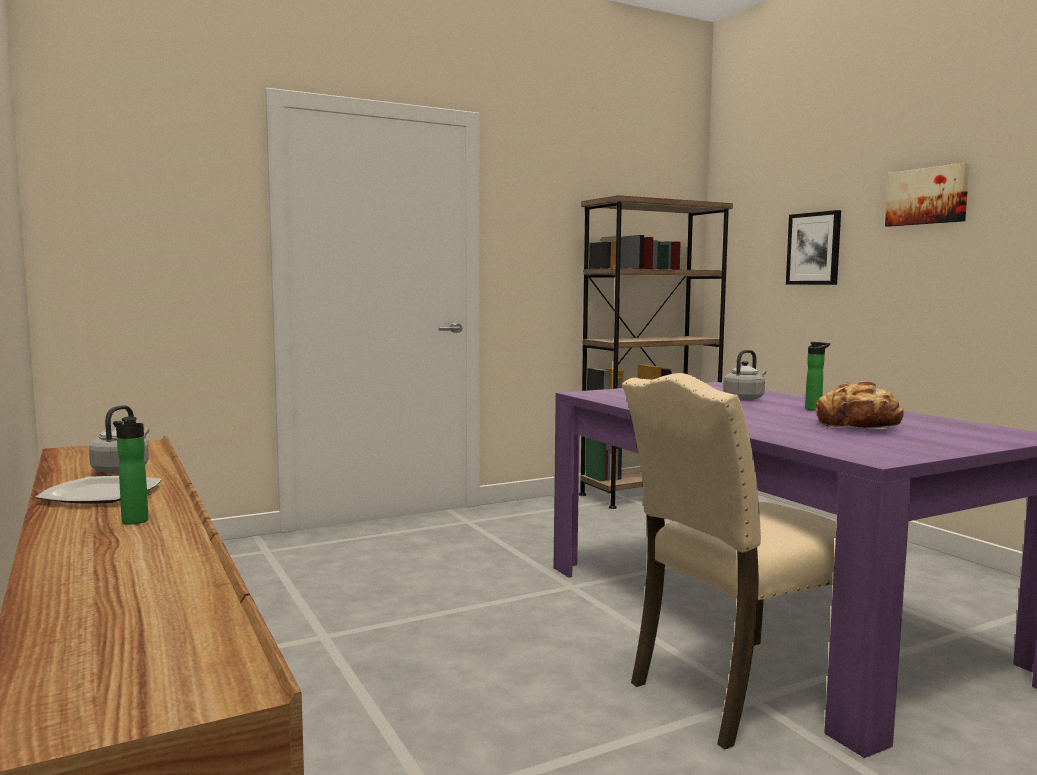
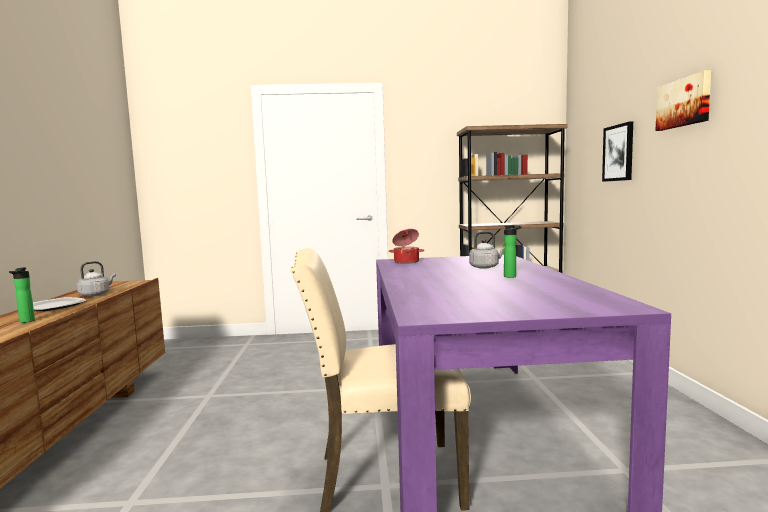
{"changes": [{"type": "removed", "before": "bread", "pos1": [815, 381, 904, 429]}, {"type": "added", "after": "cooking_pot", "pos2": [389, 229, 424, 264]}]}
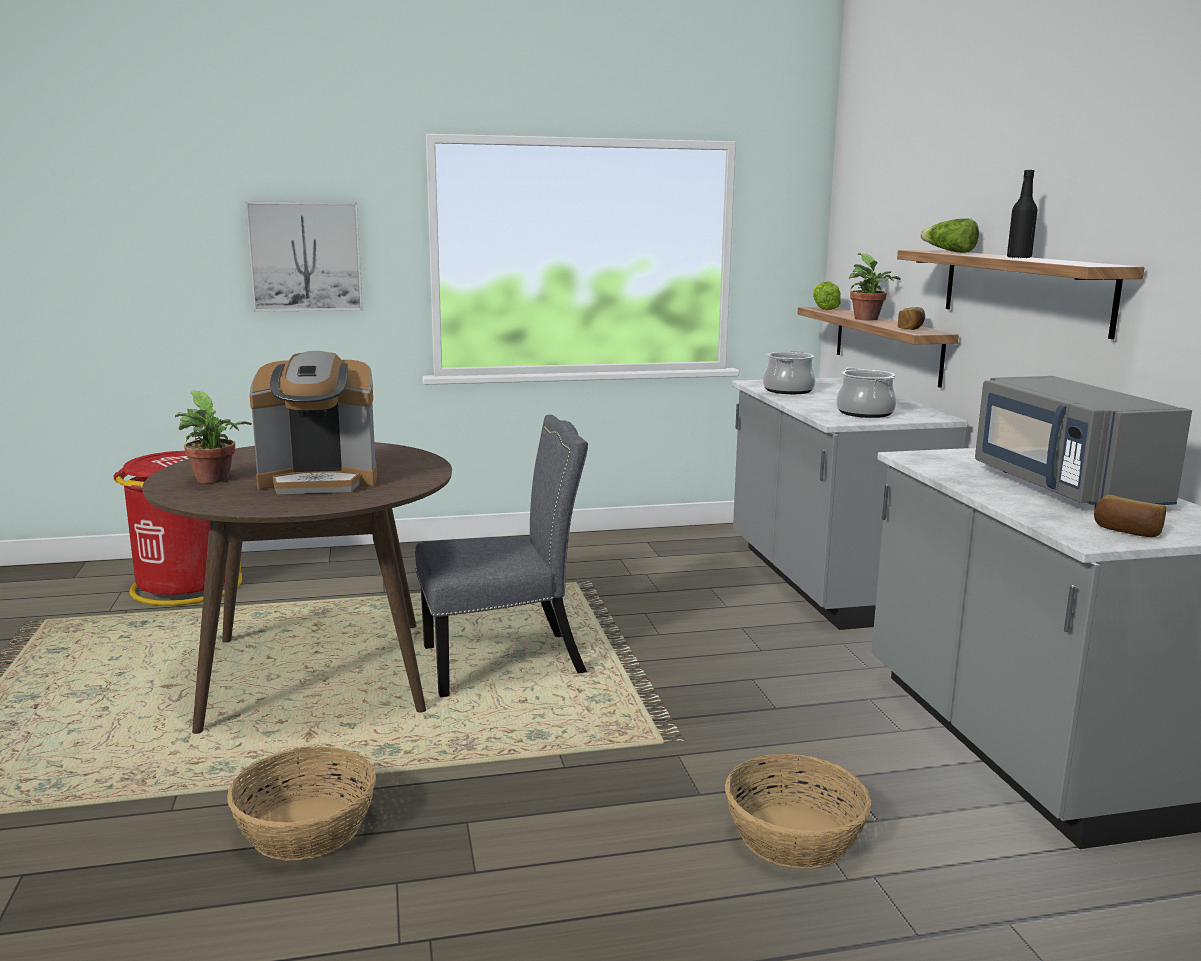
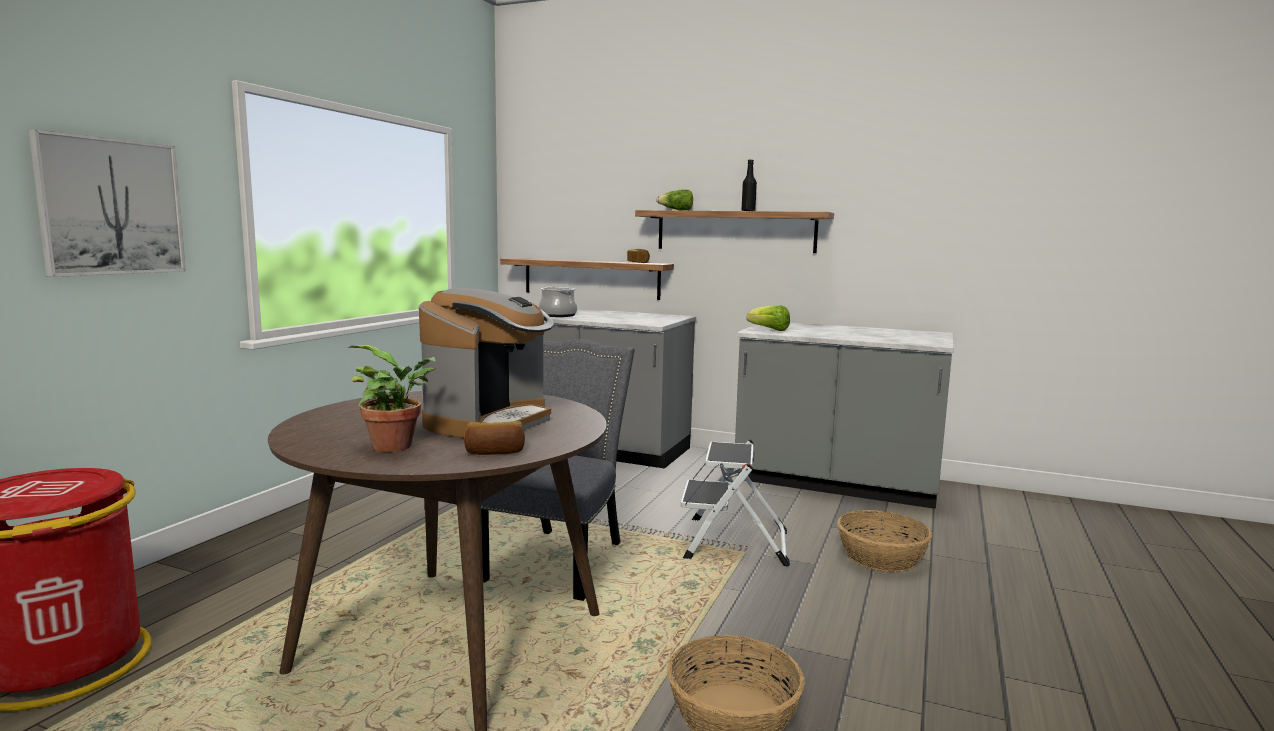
{"changes": [{"type": "moved", "before": "lettuce", "pos1": [813, 281, 841, 310], "pos2": [747, 305, 790, 331]}, {"type": "removed", "before": "cooking_pot", "pos1": [836, 368, 896, 418]}, {"type": "removed", "before": "potted_plant", "pos1": [849, 253, 901, 320]}, {"type": "removed", "before": "grey_microwave", "pos1": [975, 376, 1192, 509]}, {"type": "moved", "before": "bread", "pos1": [1094, 495, 1166, 537], "pos2": [464, 421, 525, 455]}, {"type": "added", "after": "step_ladder", "pos2": [681, 439, 790, 566]}]}
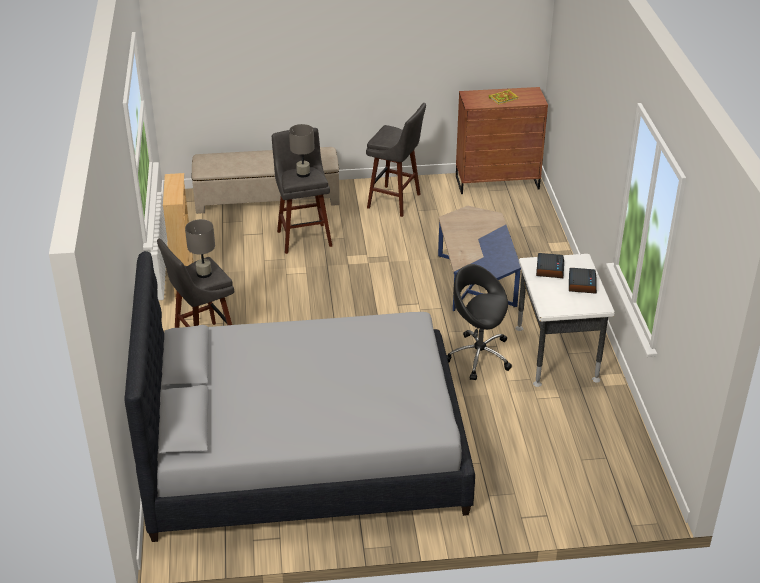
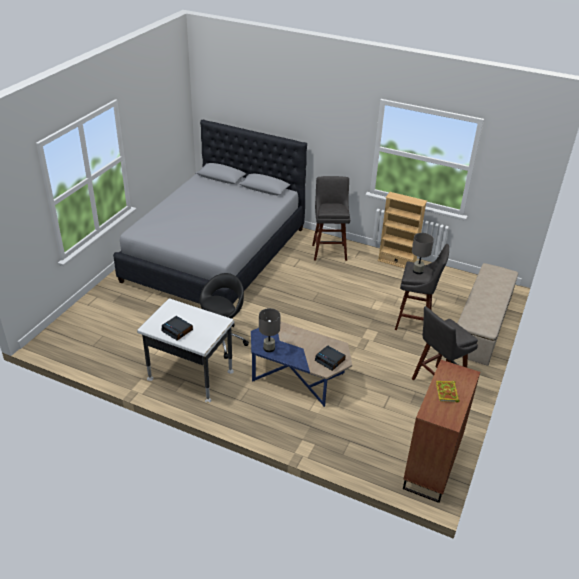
{"changes": [{"type": "moved", "before": "grey_table_lamp", "pos1": [185, 219, 215, 278], "pos2": [259, 308, 281, 352]}, {"type": "moved", "before": "alarm_clock", "pos1": [536, 253, 564, 278], "pos2": [315, 345, 346, 371]}]}
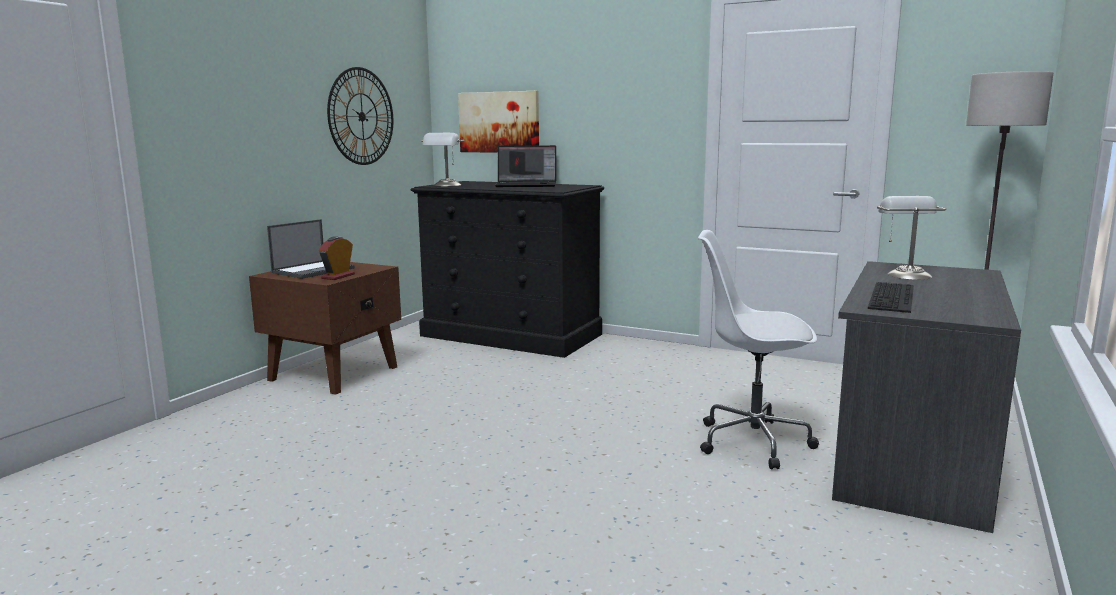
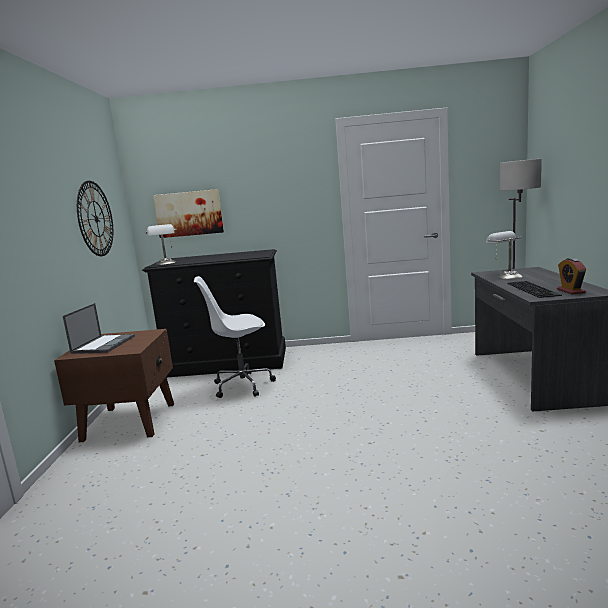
{"changes": [{"type": "moved", "before": "alarm_clock", "pos1": [319, 236, 355, 280], "pos2": [557, 258, 586, 294]}, {"type": "removed", "before": "laptop", "pos1": [495, 145, 556, 187]}, {"type": "moved", "before": "white_office_chair", "pos1": [698, 230, 819, 469], "pos2": [194, 276, 276, 398]}]}
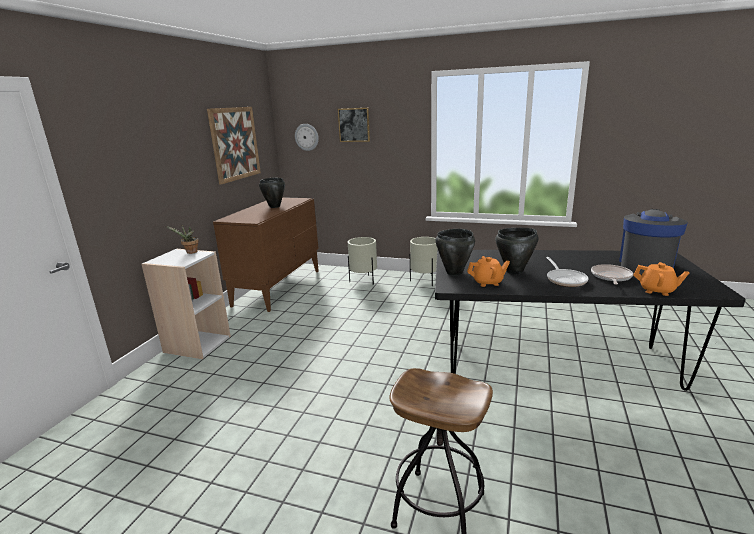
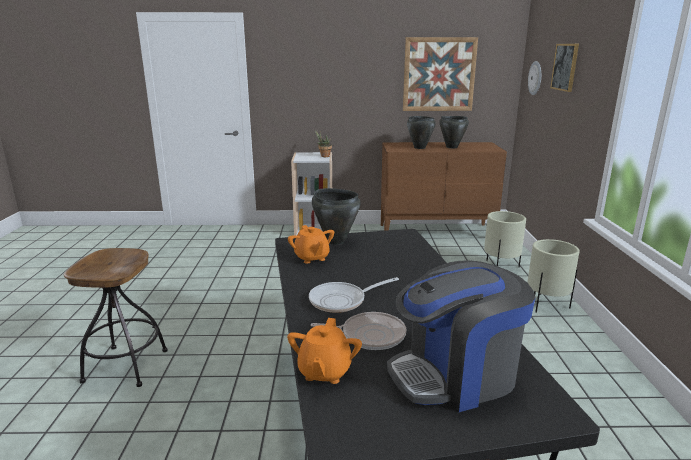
{"changes": [{"type": "moved", "before": "black_cooking_pot", "pos1": [495, 228, 539, 274], "pos2": [407, 116, 436, 149]}, {"type": "turned", "before": "coffee_machine", "pos1": [619, 209, 688, 275], "pos2": [387, 260, 535, 412], "turn": 150}]}
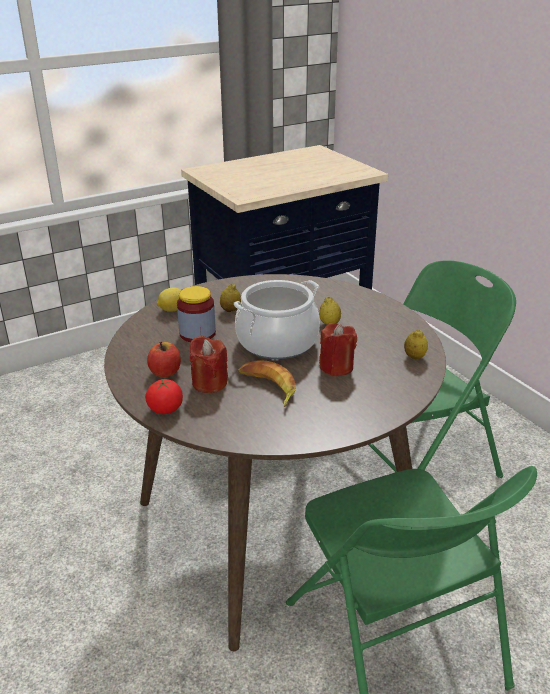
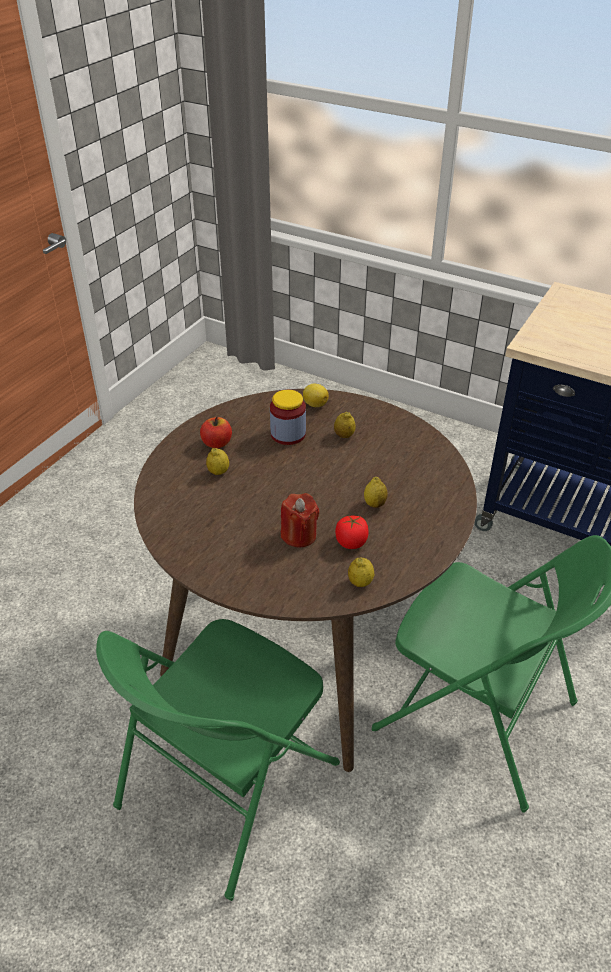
{"changes": [{"type": "moved", "before": "tomato", "pos1": [145, 379, 183, 414], "pos2": [335, 515, 369, 549]}, {"type": "replaced", "before": "red_candle", "after": "lemon", "pos1": [190, 335, 228, 393], "pos2": [206, 448, 229, 475]}, {"type": "removed", "before": "cooking_pot", "pos1": [234, 280, 320, 359]}, {"type": "removed", "before": "banana", "pos1": [238, 360, 296, 407]}]}
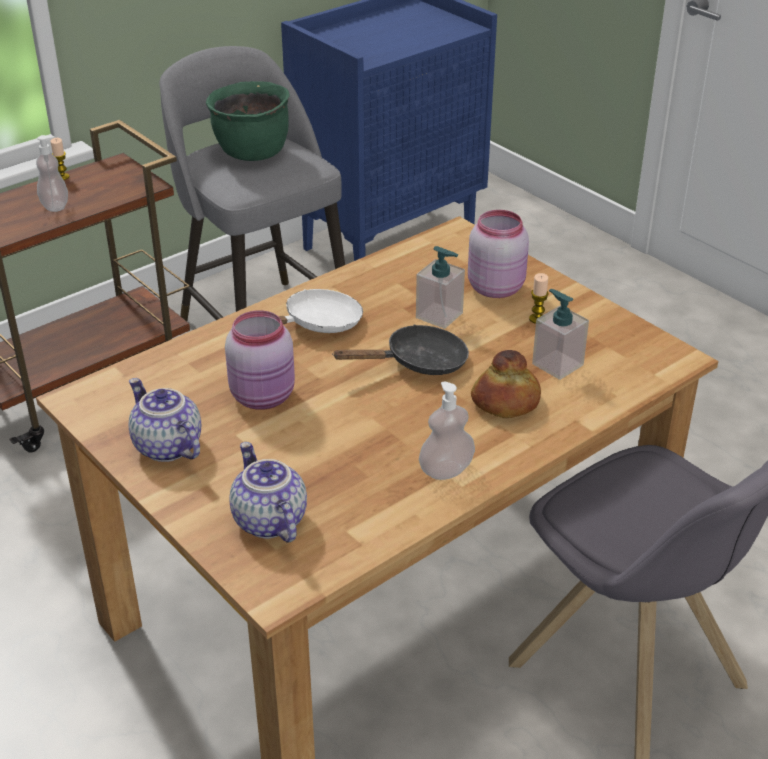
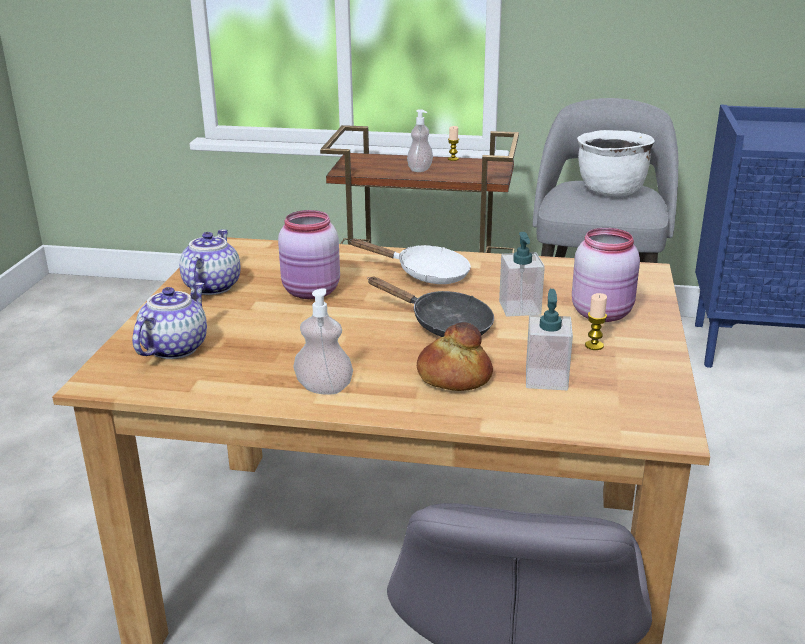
{"changes": [{"type": "recoloured", "before": "green_cooking_pot", "after": "white_cooking_pot", "pos1": [206, 81, 290, 161], "pos2": [577, 130, 654, 196]}]}
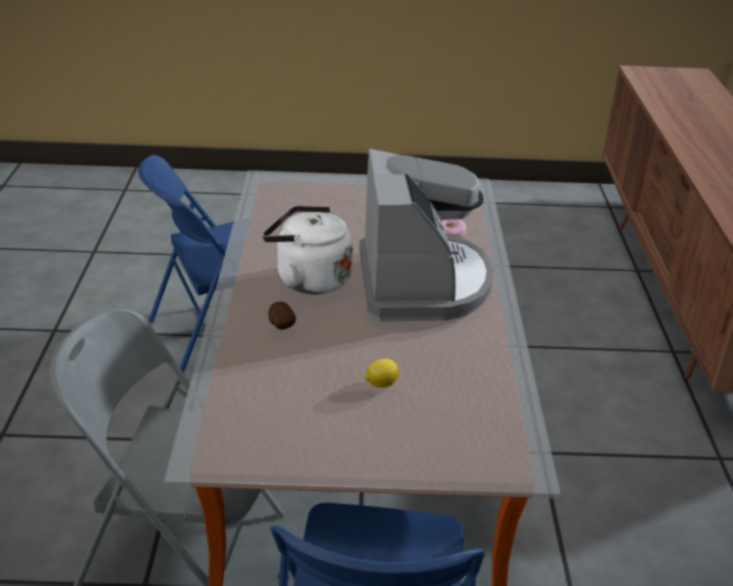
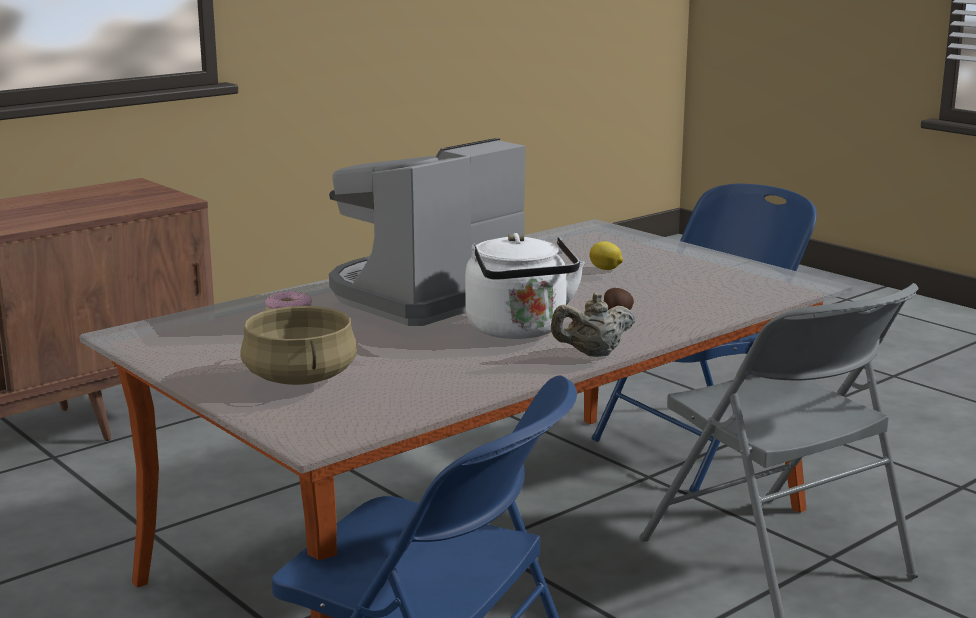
{"changes": [{"type": "added", "after": "beige_cooking_pot", "pos2": [240, 306, 357, 385]}, {"type": "added", "after": "beige_teapot", "pos2": [551, 293, 635, 357]}]}
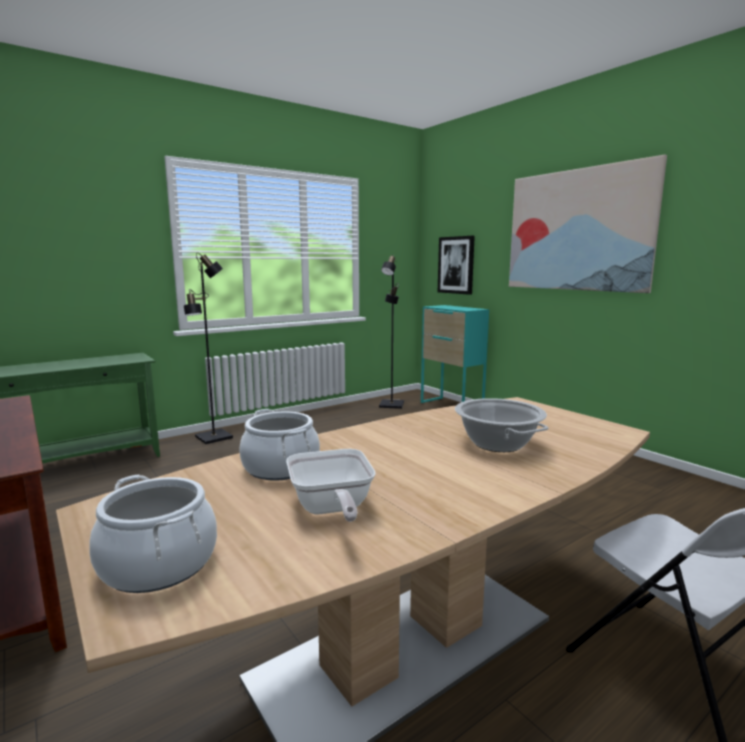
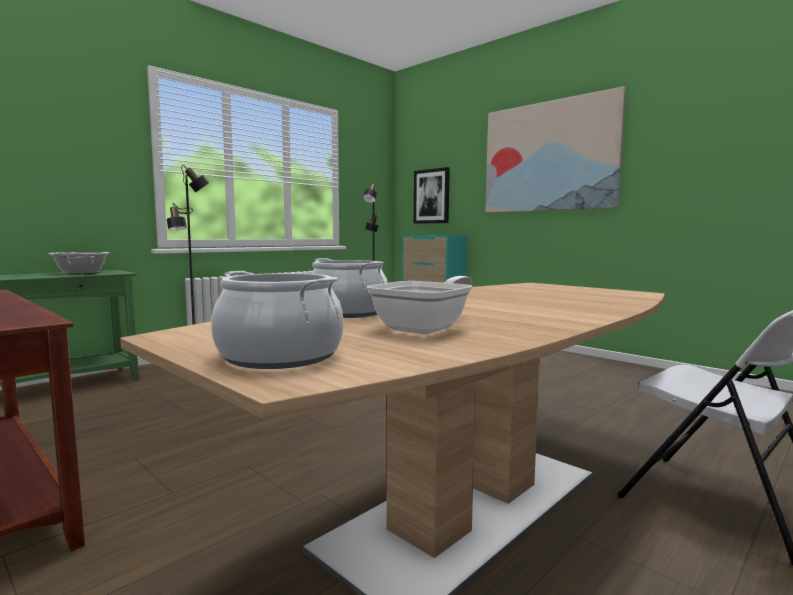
{"changes": [{"type": "turned", "before": "frying_pan", "pos1": [286, 449, 376, 522], "pos2": [367, 276, 472, 335], "turn": -120}, {"type": "moved", "before": "cooking_pot", "pos1": [455, 398, 549, 452], "pos2": [49, 252, 110, 274]}]}
